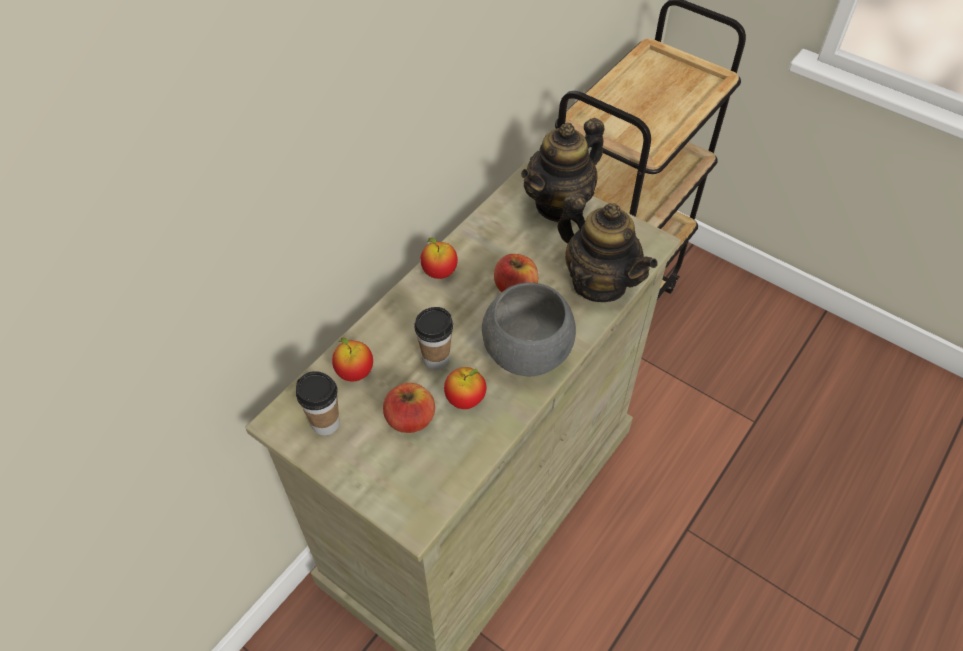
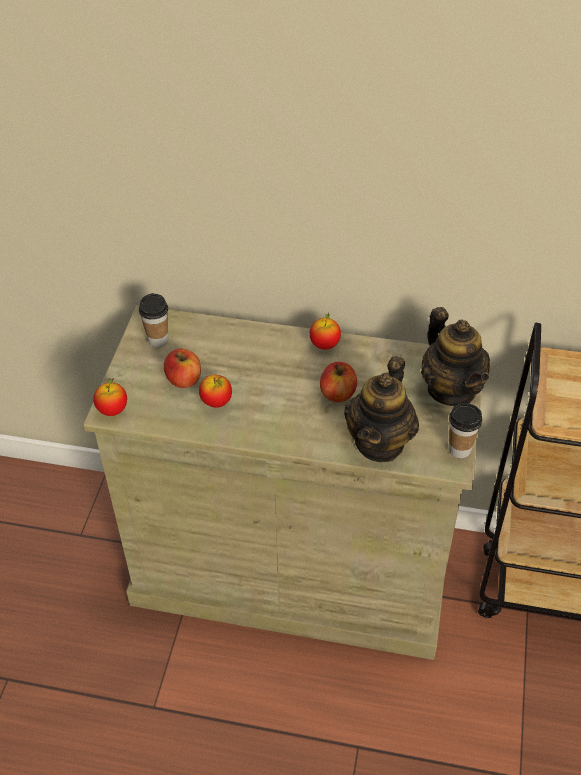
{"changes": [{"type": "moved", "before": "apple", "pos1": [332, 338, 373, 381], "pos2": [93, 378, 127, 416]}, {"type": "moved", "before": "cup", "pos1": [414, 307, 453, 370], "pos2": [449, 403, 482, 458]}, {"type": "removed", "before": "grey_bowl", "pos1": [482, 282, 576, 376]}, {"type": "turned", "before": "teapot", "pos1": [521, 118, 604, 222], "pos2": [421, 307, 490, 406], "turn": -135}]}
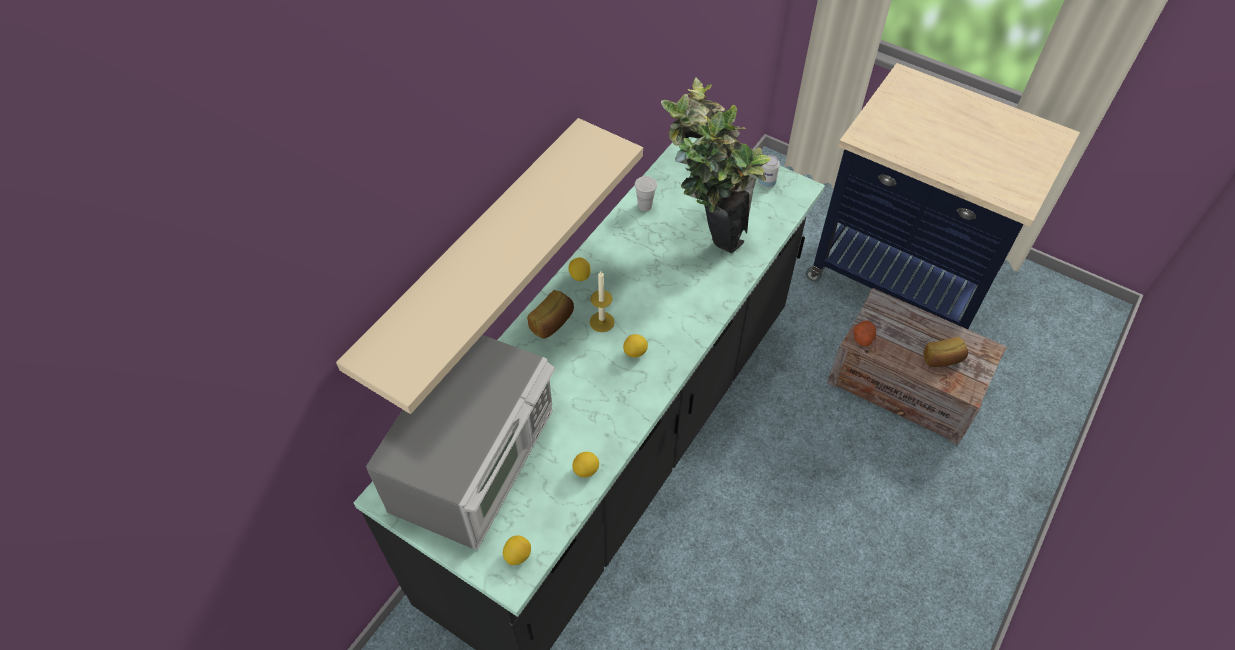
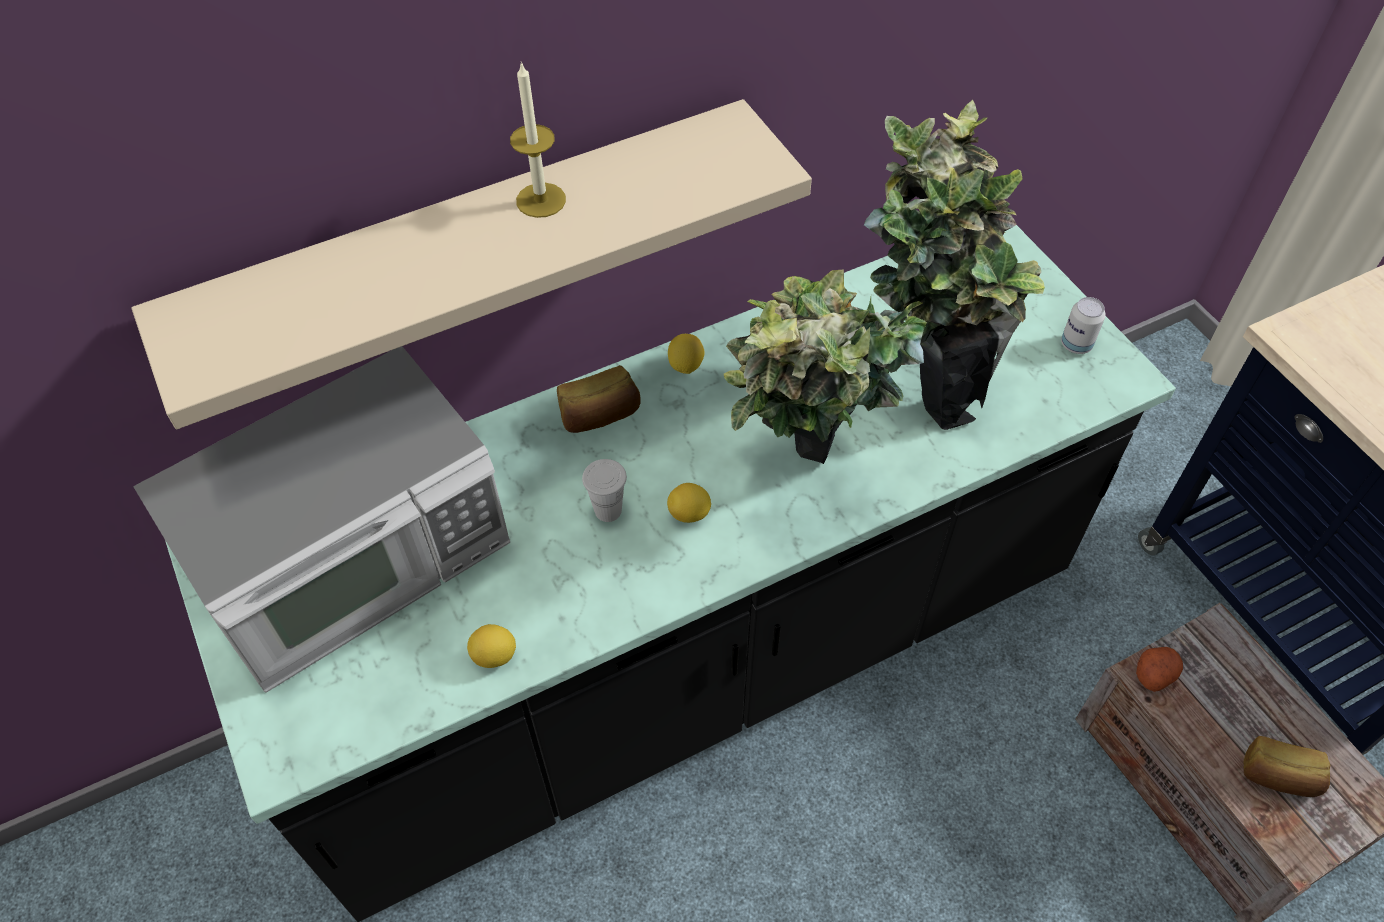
{"changes": [{"type": "removed", "before": "lemon", "pos1": [503, 535, 531, 565]}, {"type": "moved", "before": "candle", "pos1": [590, 271, 615, 332], "pos2": [510, 62, 566, 218]}, {"type": "moved", "before": "white_cup", "pos1": [634, 176, 657, 211], "pos2": [582, 459, 627, 522]}, {"type": "added", "after": "potted_plant", "pos2": [724, 269, 927, 464]}]}
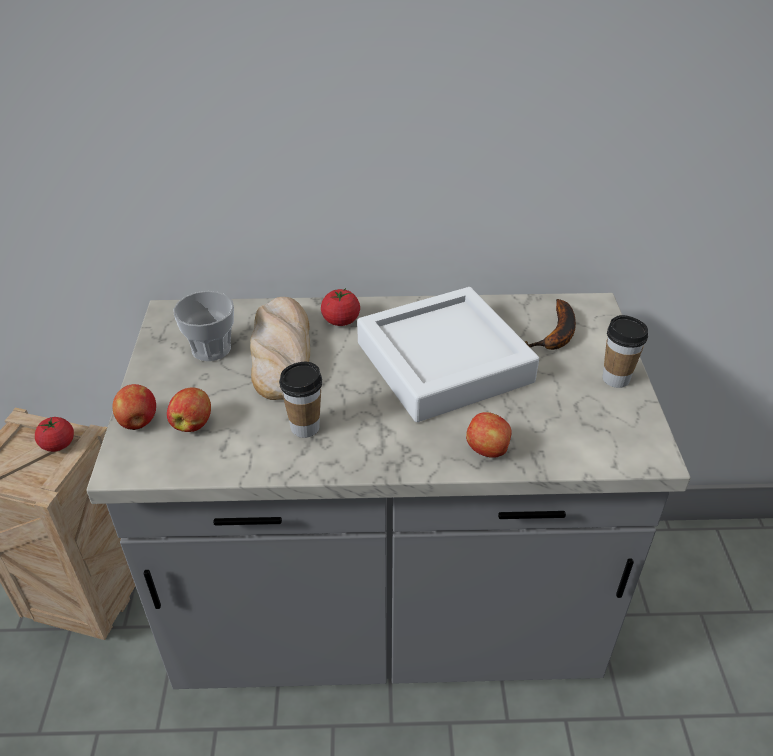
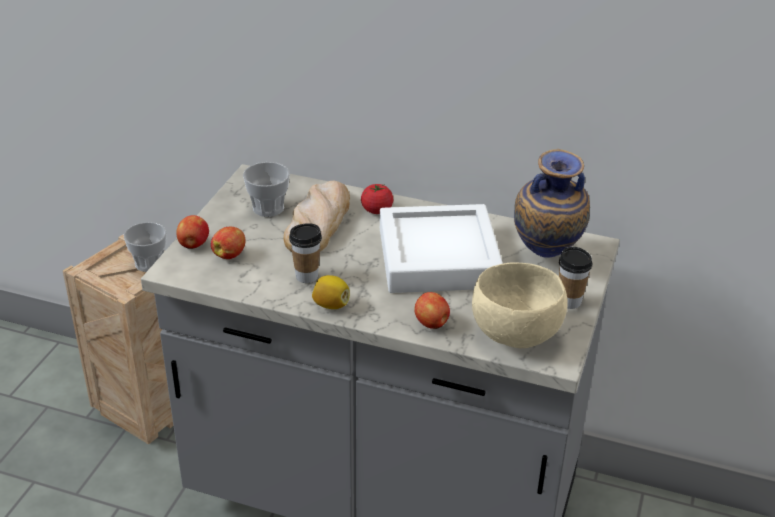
{"changes": [{"type": "replaced", "before": "tomato", "after": "cup", "pos1": [35, 417, 74, 452], "pos2": [124, 222, 167, 272]}, {"type": "replaced", "before": "banana", "after": "vase", "pos1": [525, 299, 576, 350], "pos2": [514, 149, 590, 258]}, {"type": "added", "after": "lemon", "pos2": [312, 275, 350, 309]}, {"type": "added", "after": "beige_bowl", "pos2": [472, 263, 568, 348]}]}
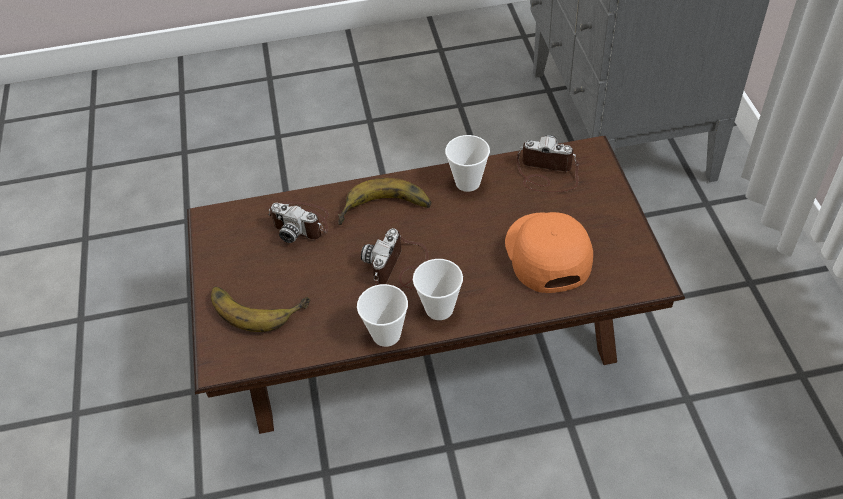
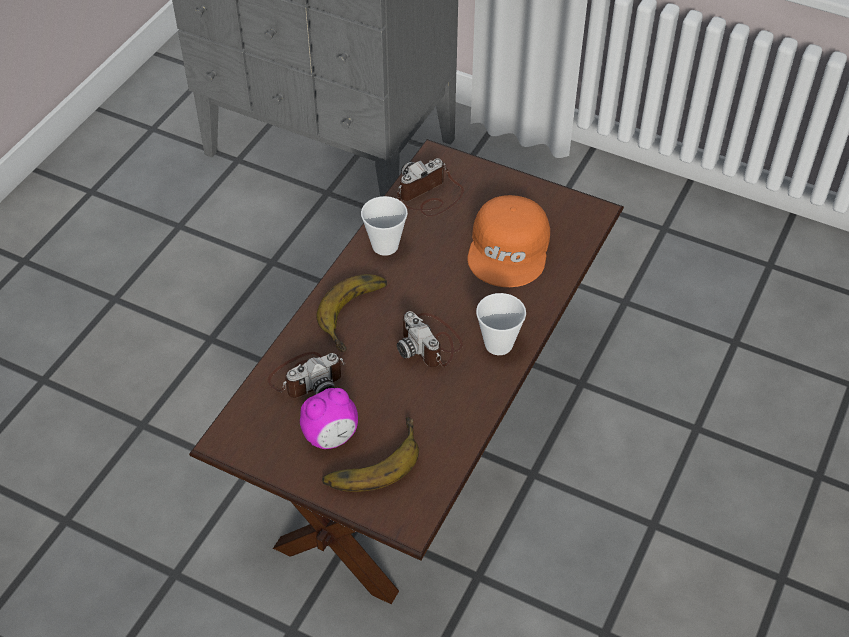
{"changes": [{"type": "removed", "before": "cup", "pos1": [357, 284, 408, 347]}, {"type": "turned", "before": "orange_cap", "pos1": [505, 212, 593, 293], "pos2": [468, 195, 550, 287], "turn": -105}, {"type": "added", "after": "alarm_clock", "pos2": [300, 388, 358, 449]}]}
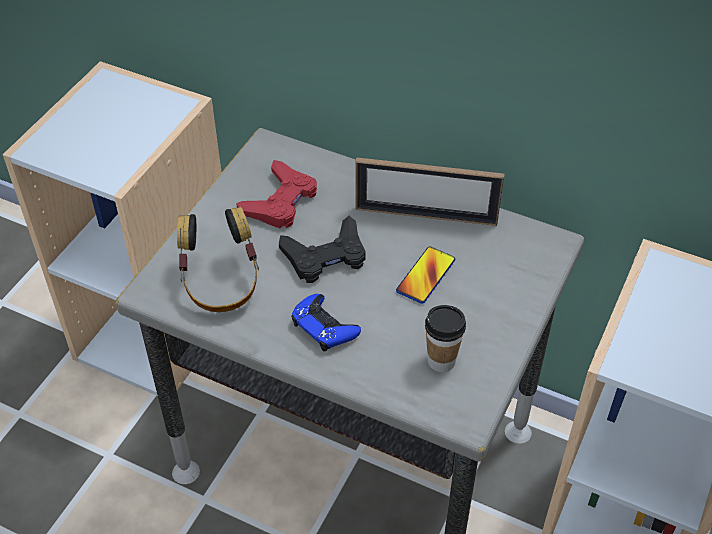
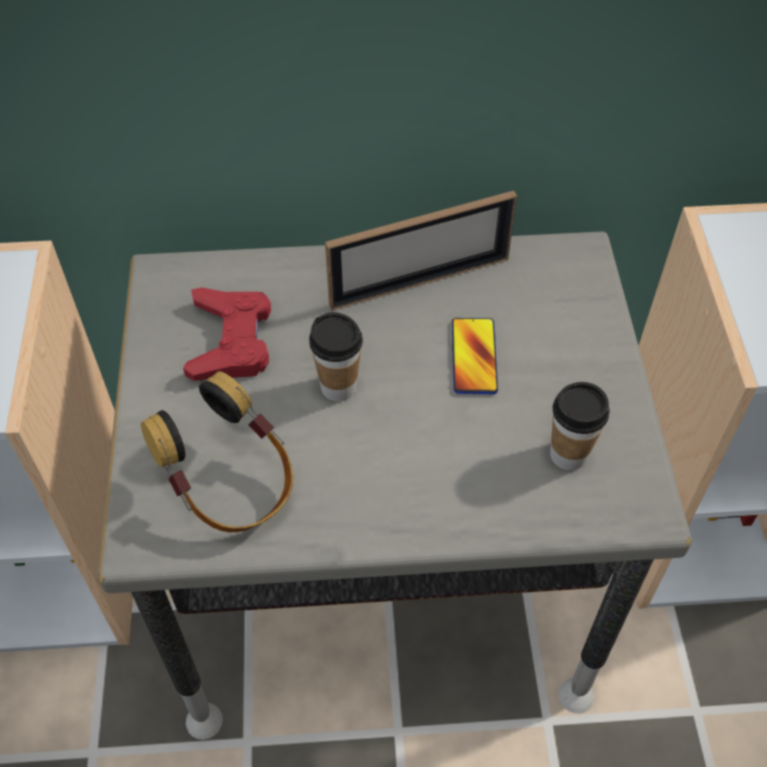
{"changes": [{"type": "replaced", "before": "black_game_controller", "after": "cup", "pos1": [279, 216, 365, 283], "pos2": [309, 312, 363, 401]}, {"type": "removed", "before": "blue_game_controller", "pos1": [291, 294, 361, 352]}]}
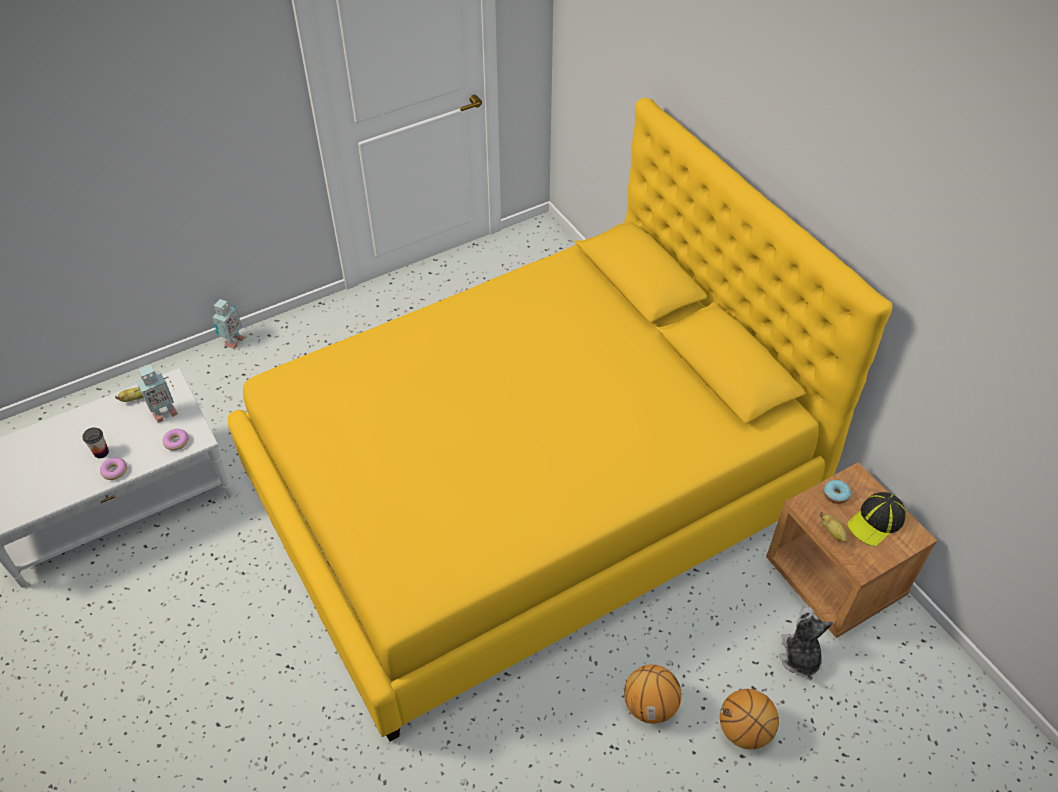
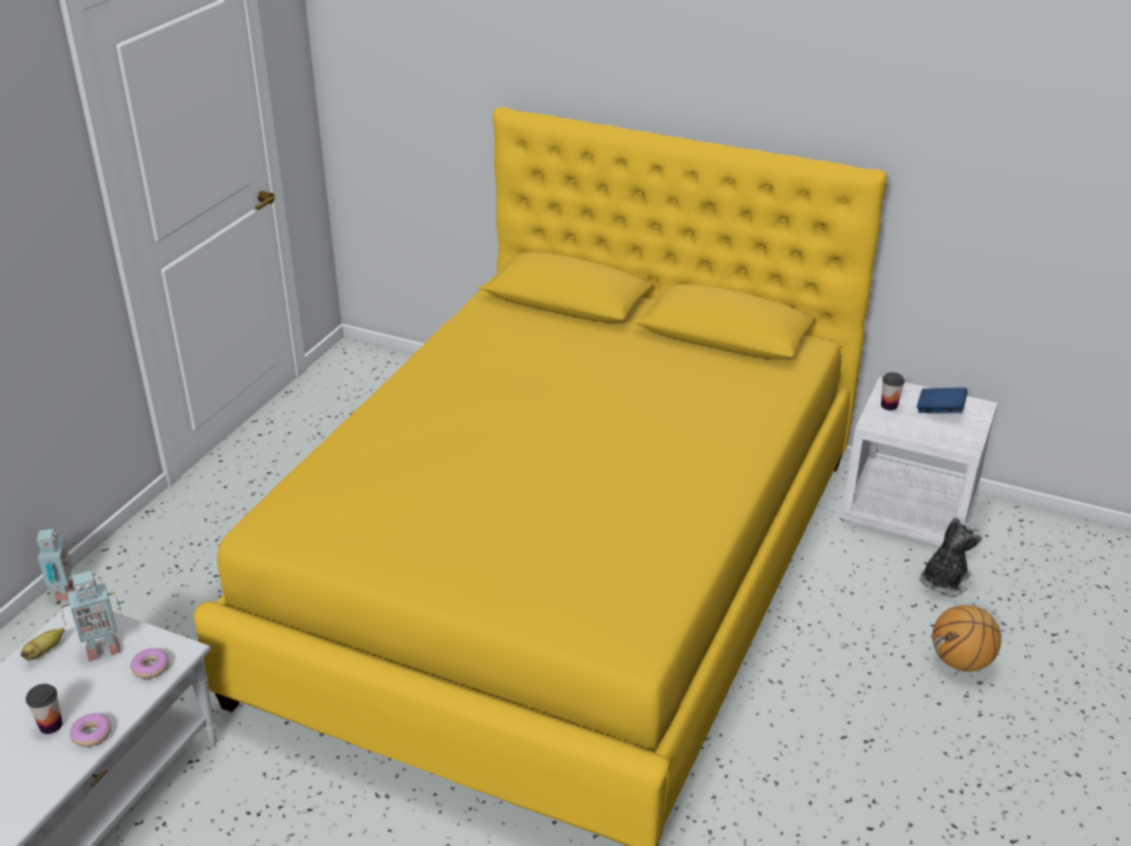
{"changes": [{"type": "turned", "before": "toy_robot", "pos1": [134, 365, 178, 423], "pos2": [60, 571, 122, 661], "turn": 45}, {"type": "removed", "before": "basketball", "pos1": [624, 665, 681, 724]}, {"type": "recoloured", "before": "brown_nightstand", "after": "white_nightstand", "pos1": [766, 462, 937, 638], "pos2": [841, 377, 998, 546]}, {"type": "turned", "before": "plush_toy", "pos1": [779, 606, 833, 680], "pos2": [920, 517, 982, 597], "turn": 75}, {"type": "removed", "before": "banana", "pos1": [820, 512, 847, 543]}, {"type": "replaced", "before": "donut", "after": "cup", "pos1": [824, 480, 851, 504], "pos2": [881, 372, 905, 411]}, {"type": "replaced", "before": "cap", "after": "blue_book", "pos1": [847, 492, 906, 547], "pos2": [917, 387, 968, 413]}]}
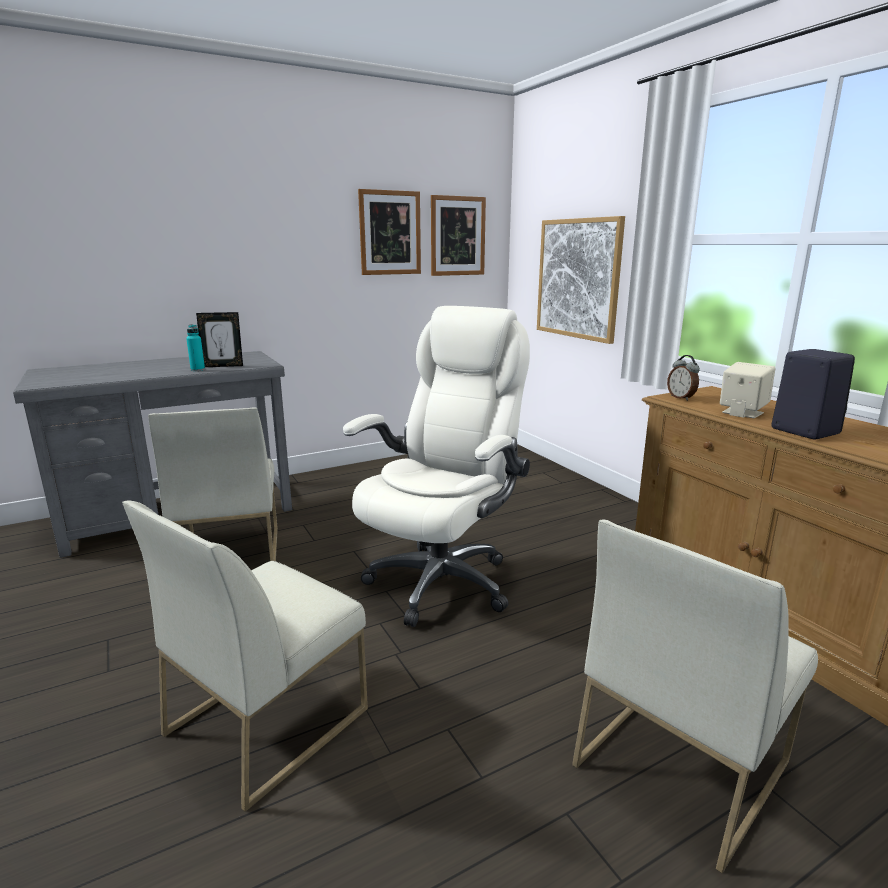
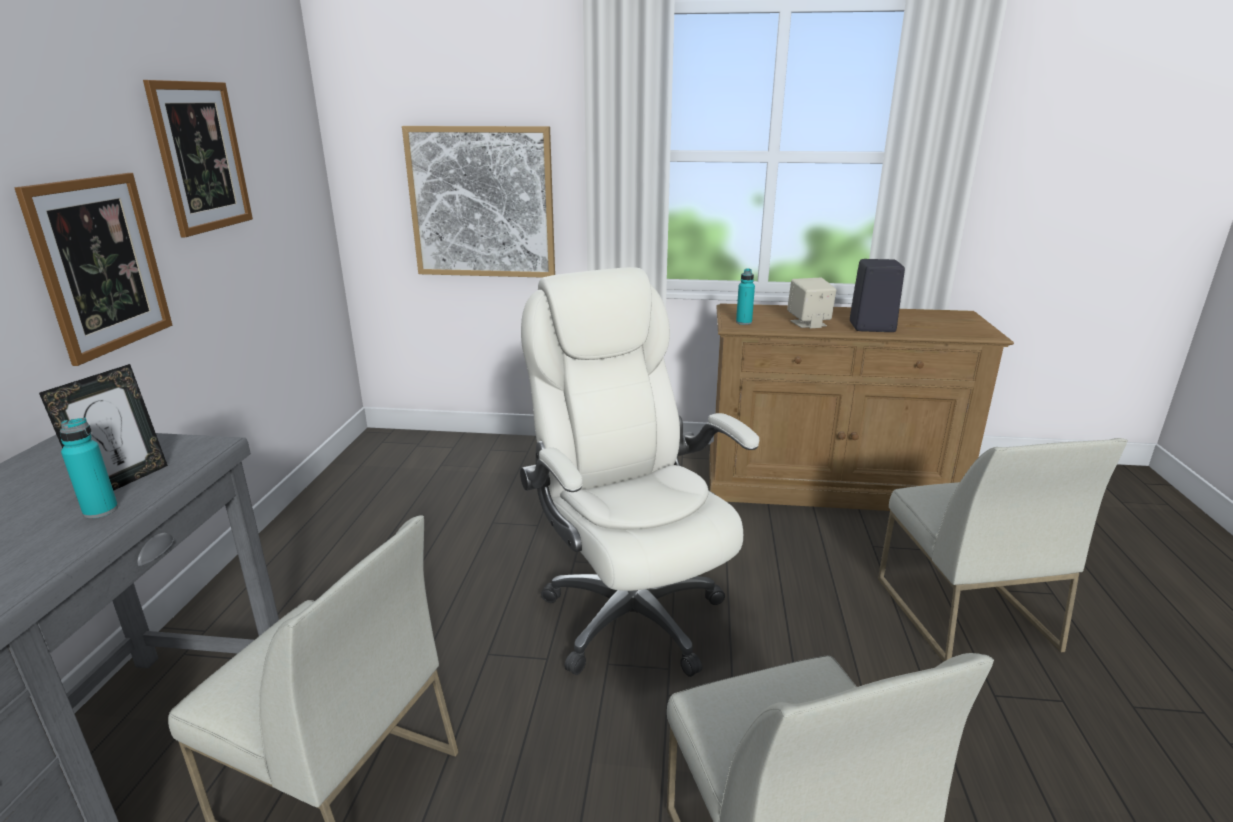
{"changes": [{"type": "moved", "before": "picture", "pos1": [431, 195, 486, 276], "pos2": [15, 173, 172, 366]}, {"type": "replaced", "before": "alarm_clock", "after": "turquoise_bottle", "pos1": [667, 355, 700, 401], "pos2": [736, 268, 755, 325]}]}
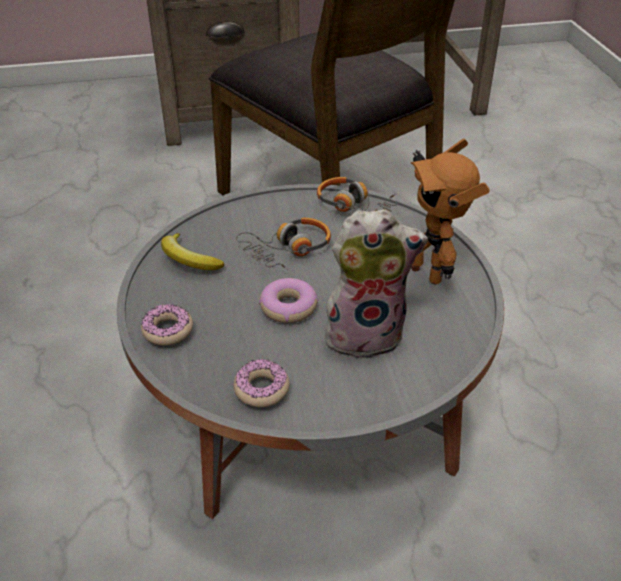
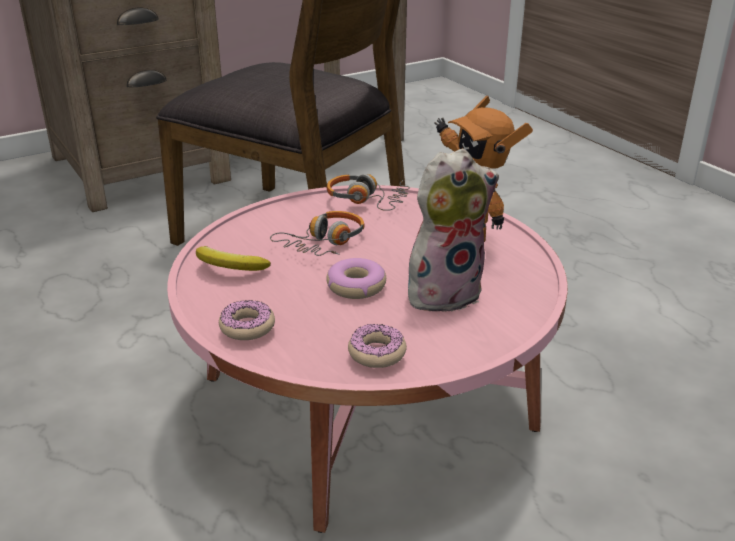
{"changes": [{"type": "recoloured", "before": "grey_coffee_table", "after": "pink_coffee_table", "pos1": [117, 184, 504, 519], "pos2": [167, 185, 568, 533]}]}
